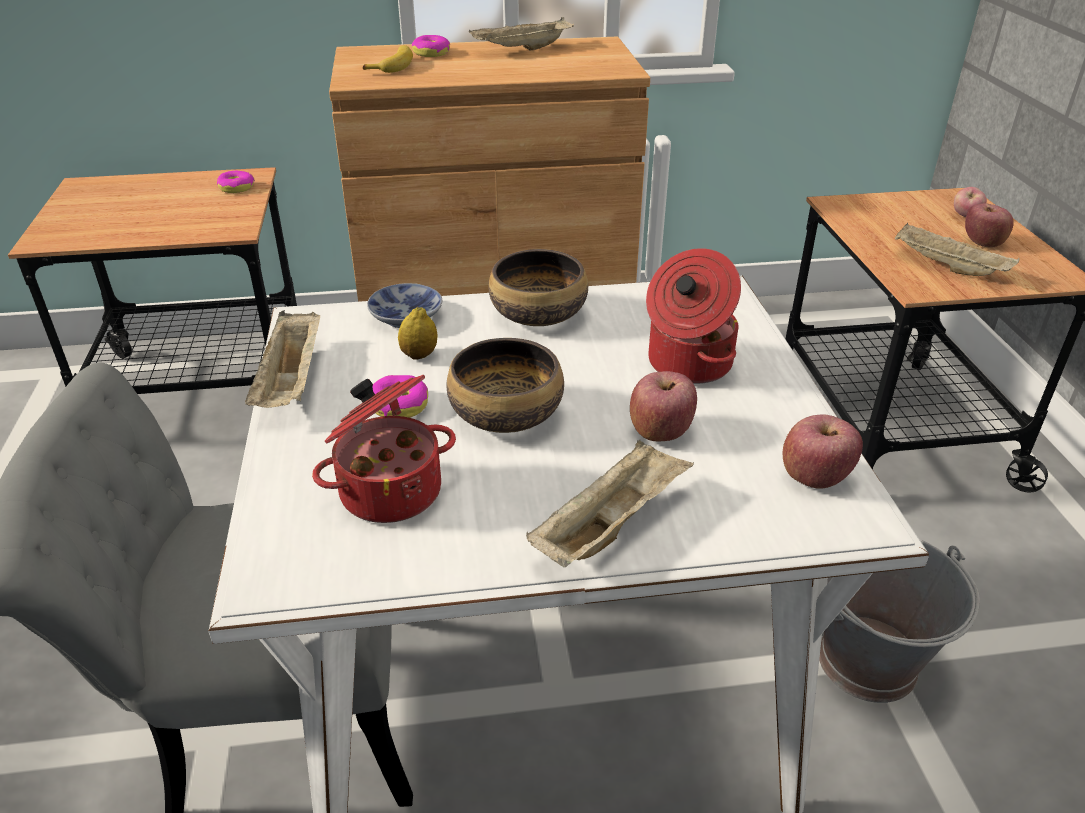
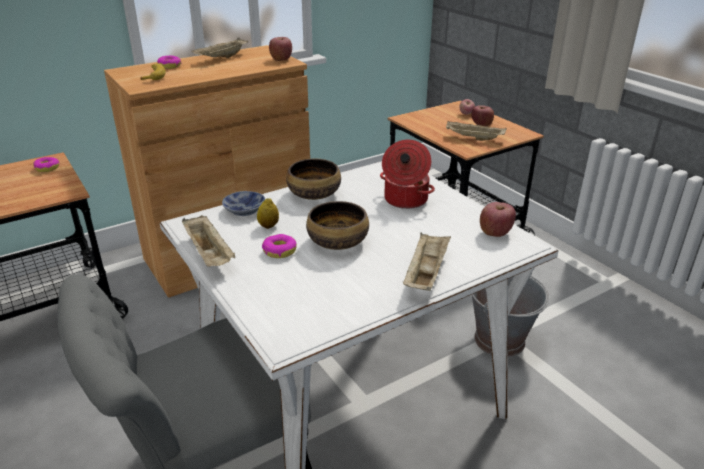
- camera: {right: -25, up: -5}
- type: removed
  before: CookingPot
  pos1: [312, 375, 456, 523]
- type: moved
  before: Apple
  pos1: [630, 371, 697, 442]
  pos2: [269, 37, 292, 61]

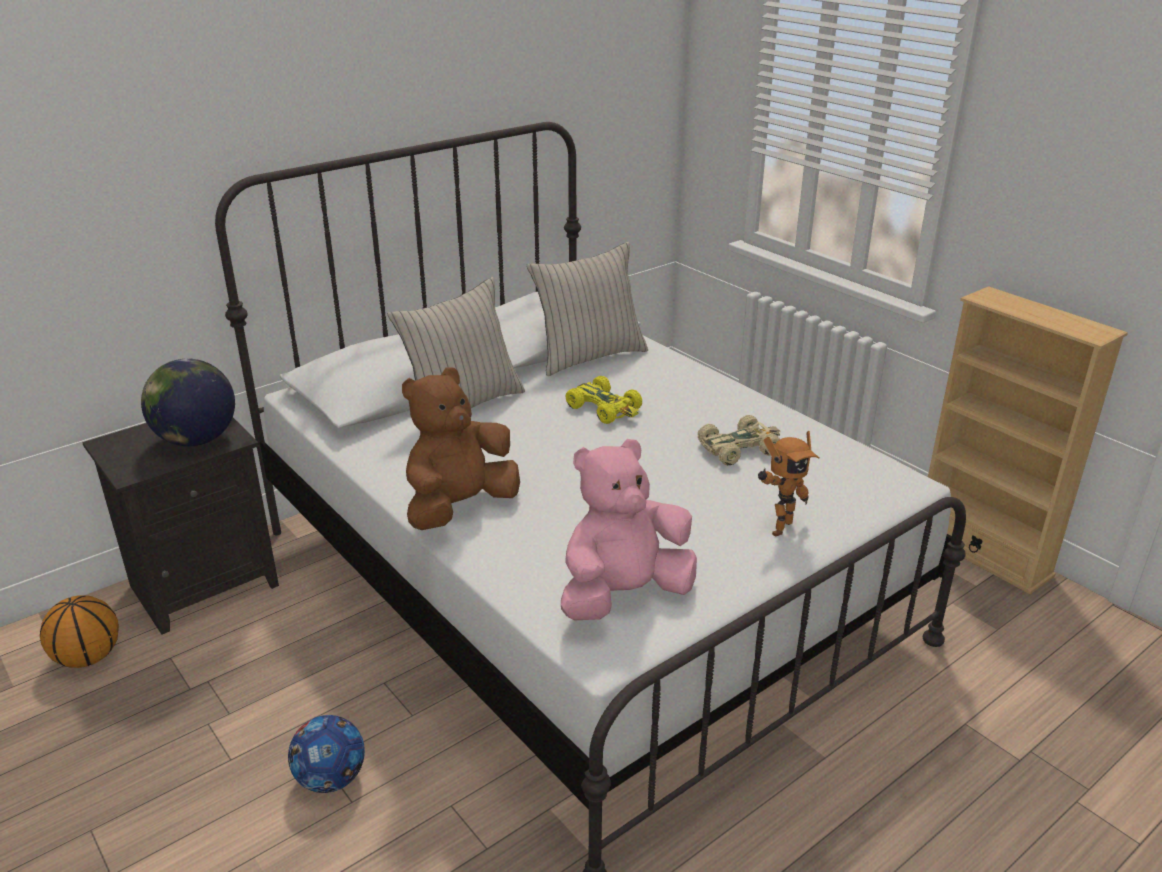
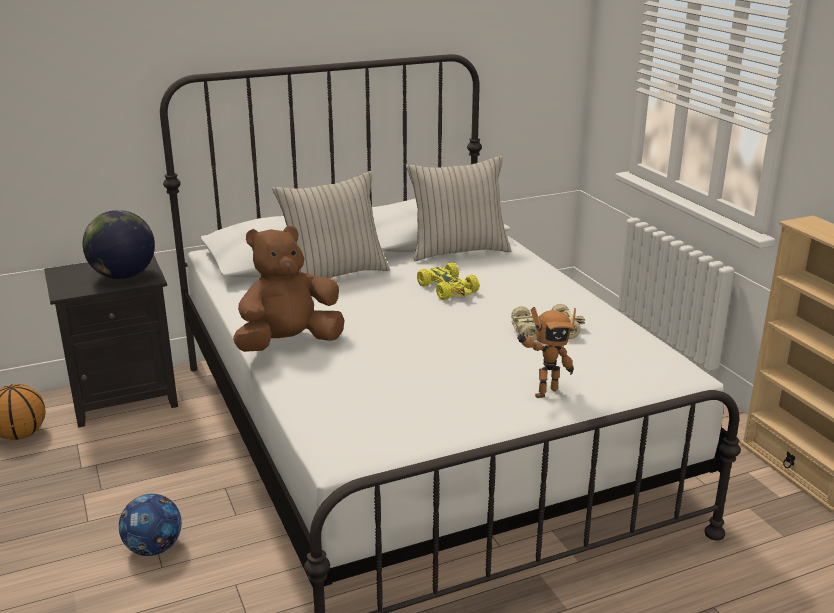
- camera: {right: 15, up: -5}
- type: removed
  before: PinkPlushToy
  pos1: [561, 439, 697, 620]

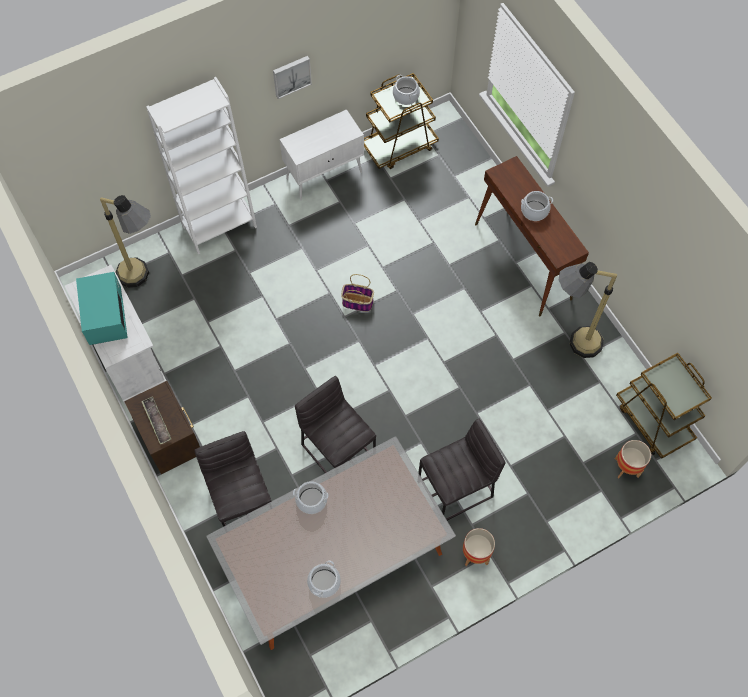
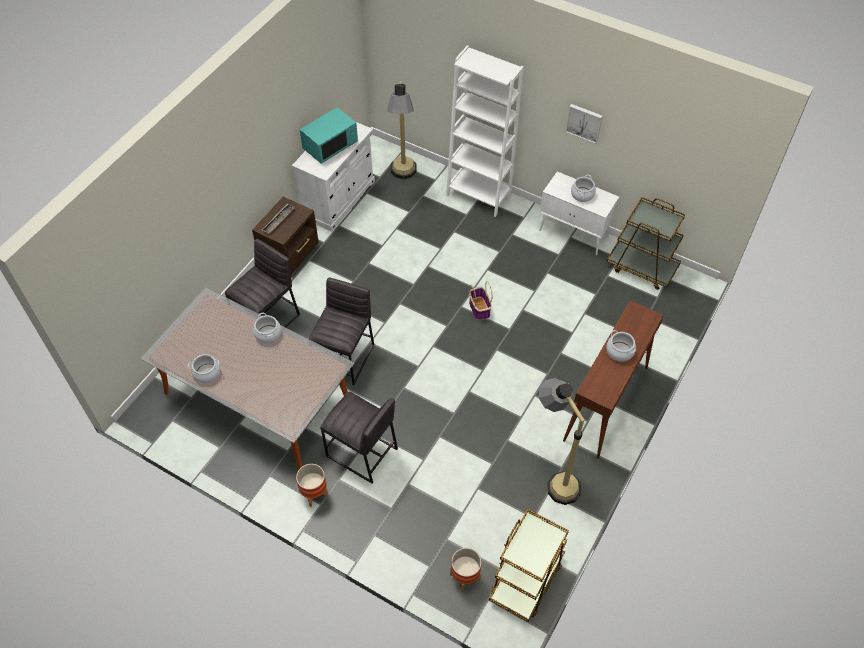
- camera: {right: 60, up: -10}
- type: moved
  before: CookingPot
  pos1: [393, 75, 420, 105]
  pos2: [571, 175, 596, 202]

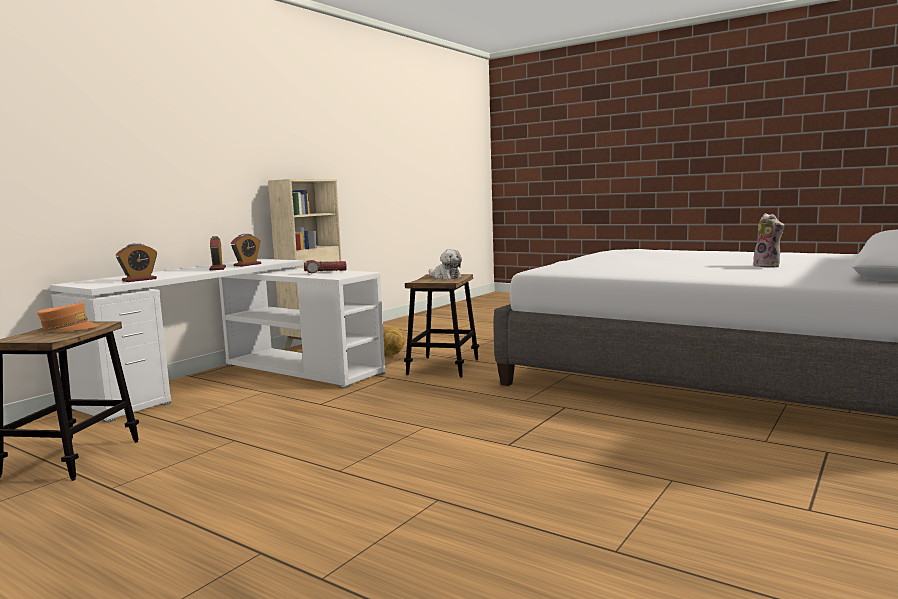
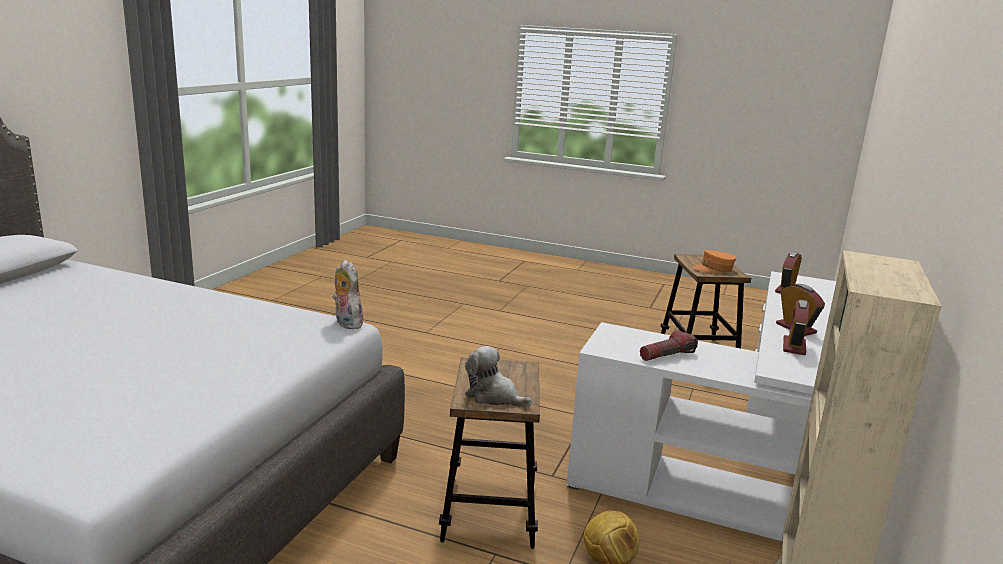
- camera: {right: 165, up: 10}
- type: moved
  before: PlushToy
  pos1: [753, 213, 785, 268]
  pos2: [332, 260, 363, 329]

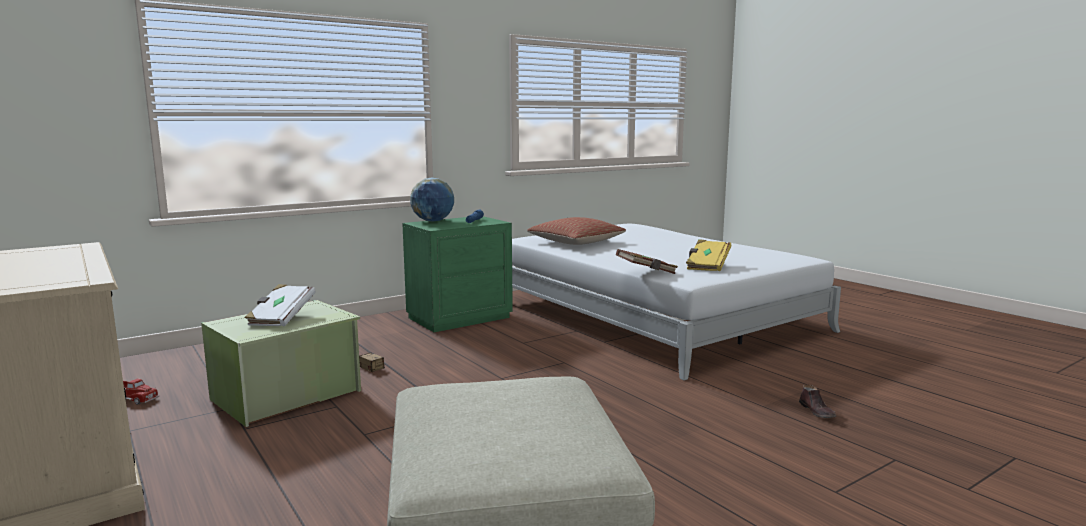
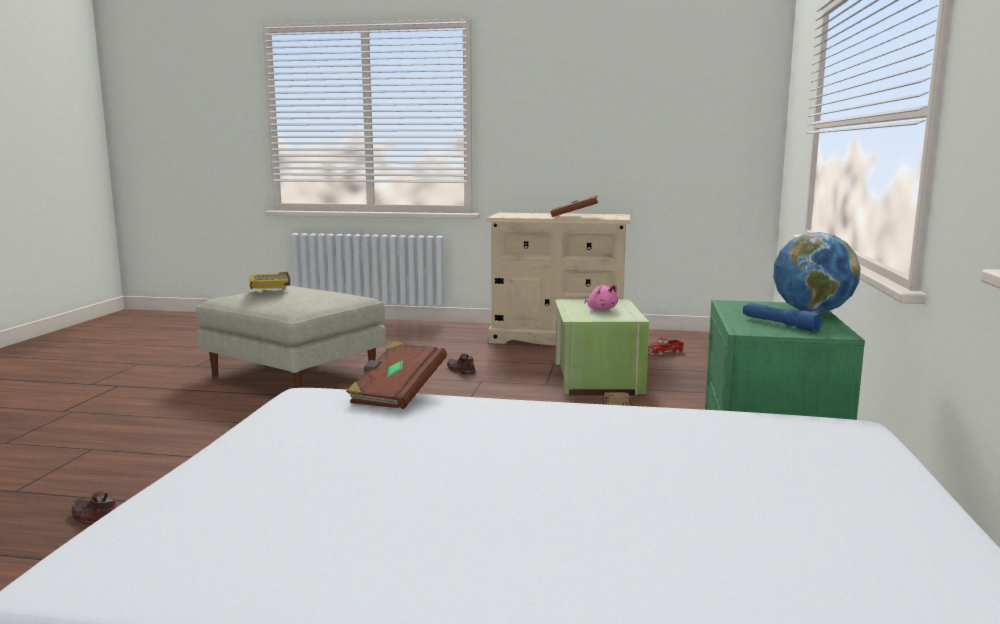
- camera: {right: 135, up: 0}
- type: replaced
  before: WhiteBook
  after: PinkPlushToy
  pos1: [245, 284, 316, 327]
  pos2: [585, 284, 618, 310]
- type: removed
  before: Pillow
  pos1: [527, 217, 626, 245]
- type: moved
  before: YellowBook
  pos1: [686, 239, 731, 271]
  pos2: [249, 272, 290, 289]
- type: added
  after: BrownShoe
  pos2: [447, 354, 476, 375]
- type: added
  after: BrownBook
  pos2: [550, 195, 599, 217]

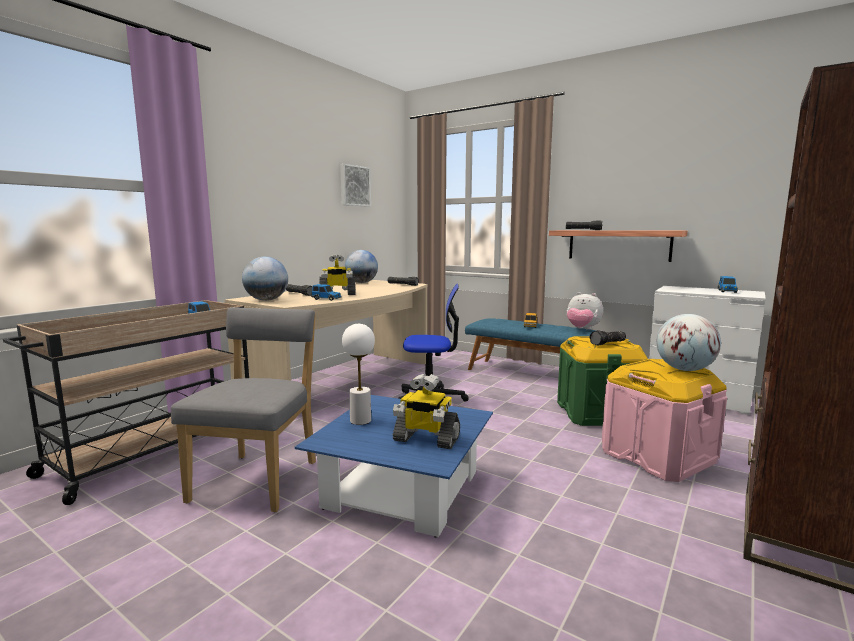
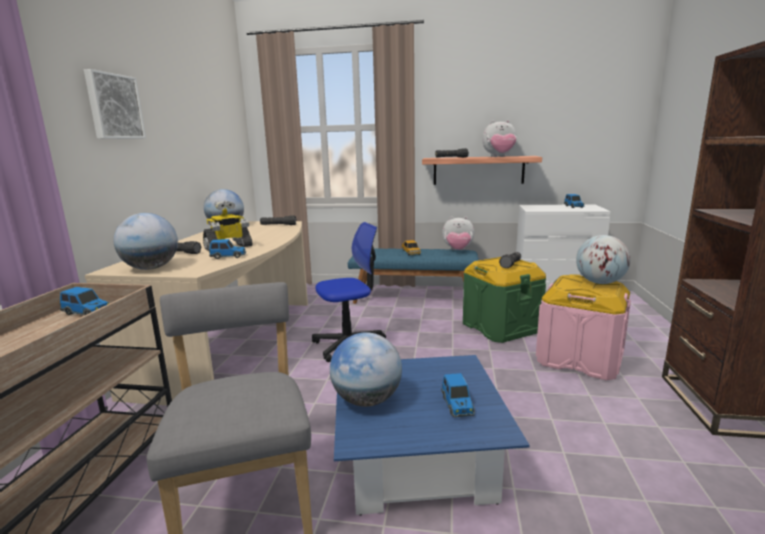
- camera: {right: -25, up: 5}
- type: moved
  before: Picture
  pos1: [340, 164, 371, 207]
  pos2: [84, 69, 146, 139]
- type: replaced
  before: WhiteTableLamp
  after: Globe
  pos1: [342, 324, 375, 425]
  pos2: [330, 332, 402, 407]
- type: replaced
  before: ToyRobot
  after: ToyCar
  pos1: [393, 374, 460, 449]
  pos2: [441, 373, 475, 417]
- type: added
  after: PlushToy
  pos2: [482, 120, 517, 157]

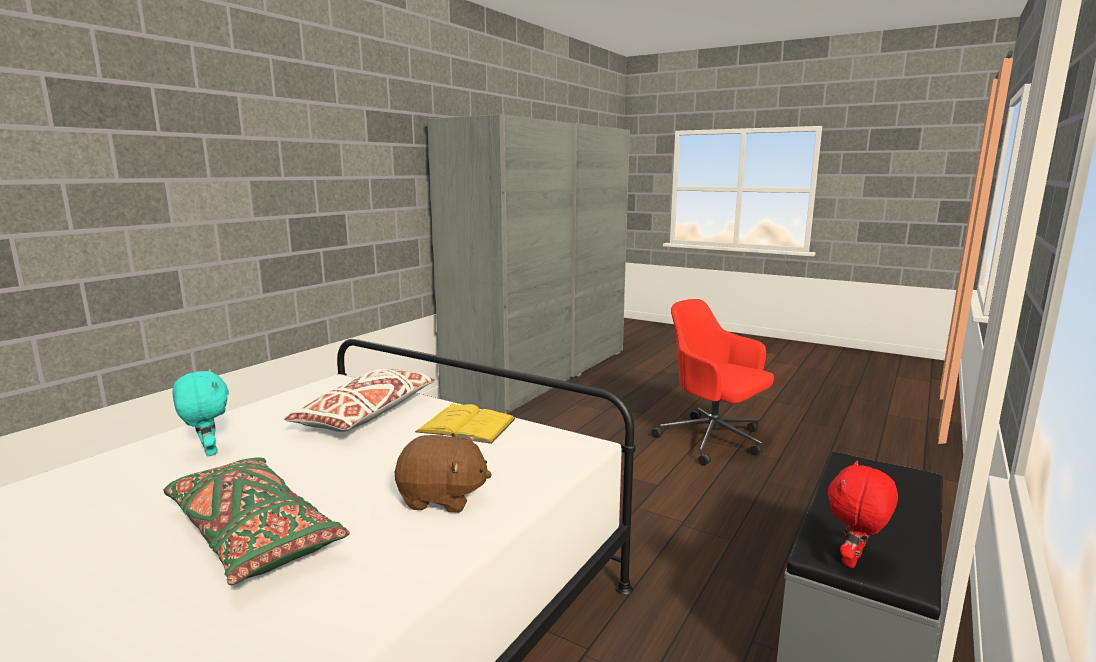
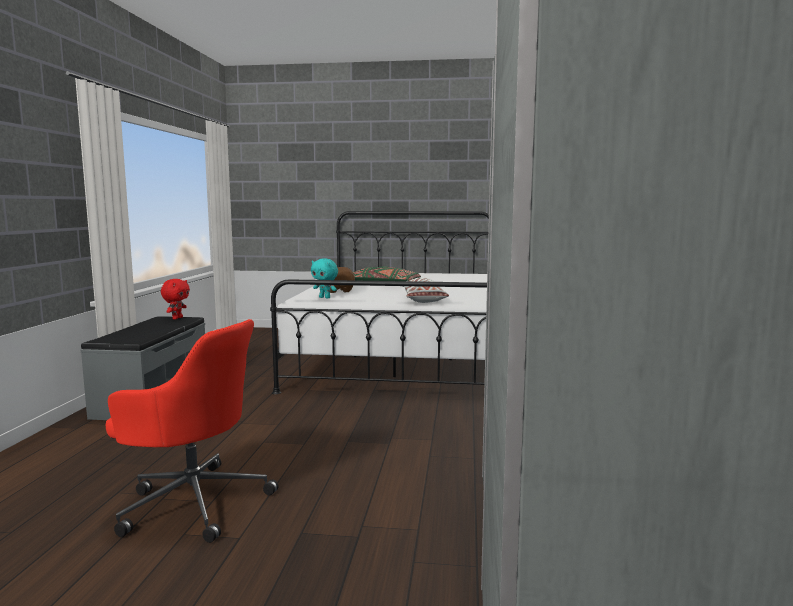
- camera: {right: 155, up: -5}
- type: moved
  before: TurquoisePlushToy
  pos1: [173, 369, 229, 456]
  pos2: [311, 258, 338, 299]
- type: removed
  before: YellowBook
  pos1: [415, 403, 516, 444]

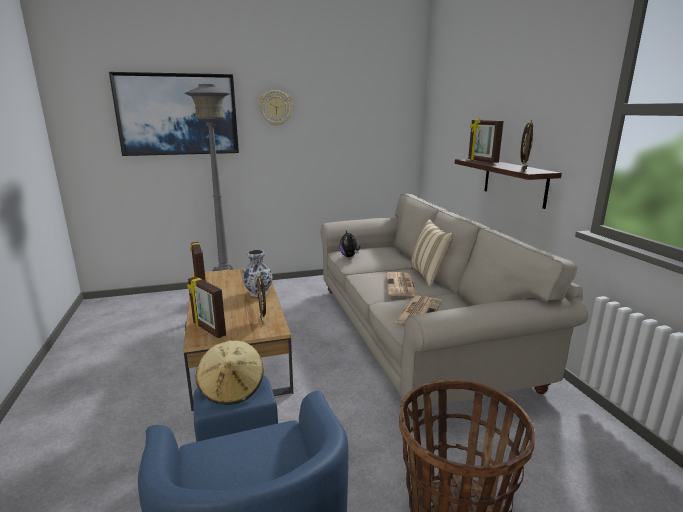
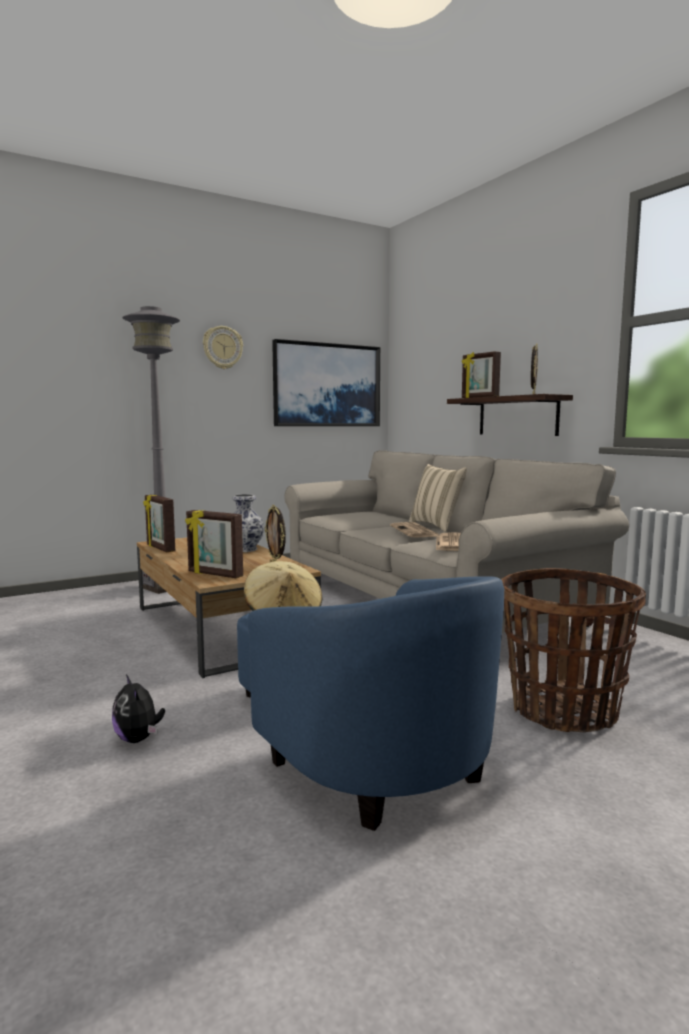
- camera: {right: -15, up: -10}
- type: moved
  before: Picture
  pos1: [109, 72, 239, 156]
  pos2: [272, 339, 380, 426]
- type: moved
  before: PlushToy
  pos1: [340, 230, 360, 257]
  pos2: [112, 675, 165, 743]

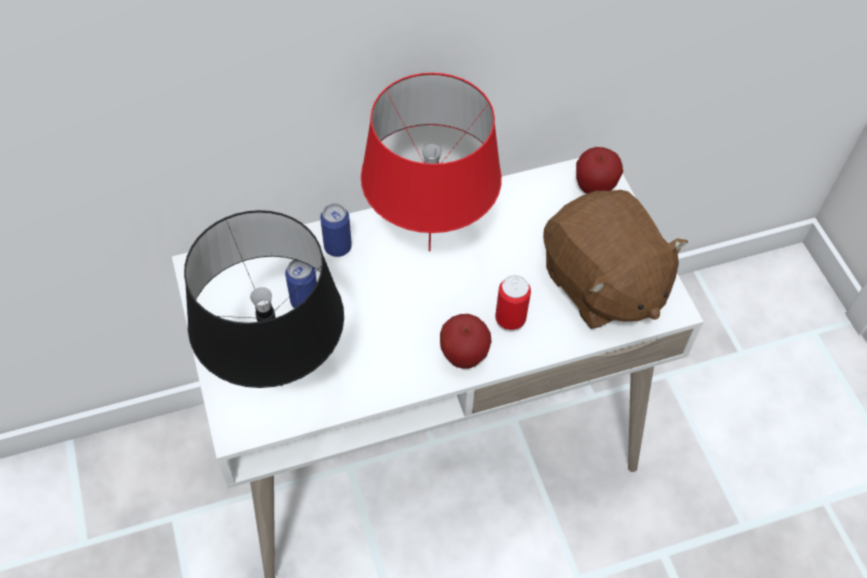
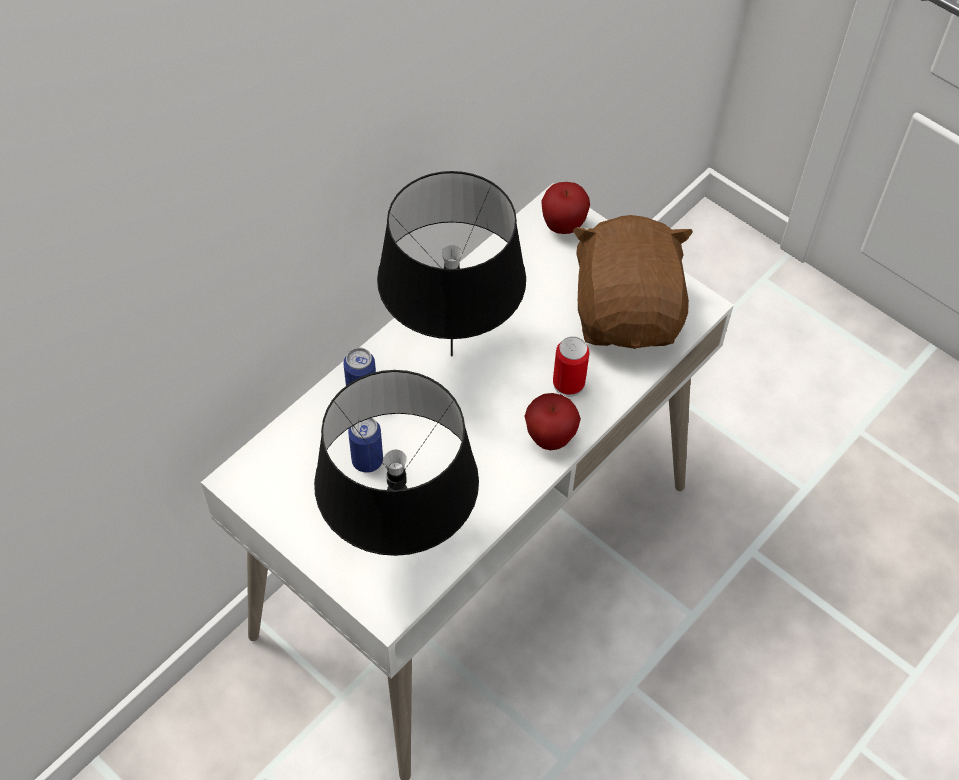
- camera: {right: -30, up: 0}
- type: recoloured
  before: RedTableLamp
  after: BlackTableLamp
  pos1: [361, 73, 502, 252]
  pos2: [377, 171, 526, 357]
- type: turned
  before: BrownPlushToy
  pos1: [543, 190, 688, 329]
  pos2: [573, 215, 693, 349]
  turn: -120

